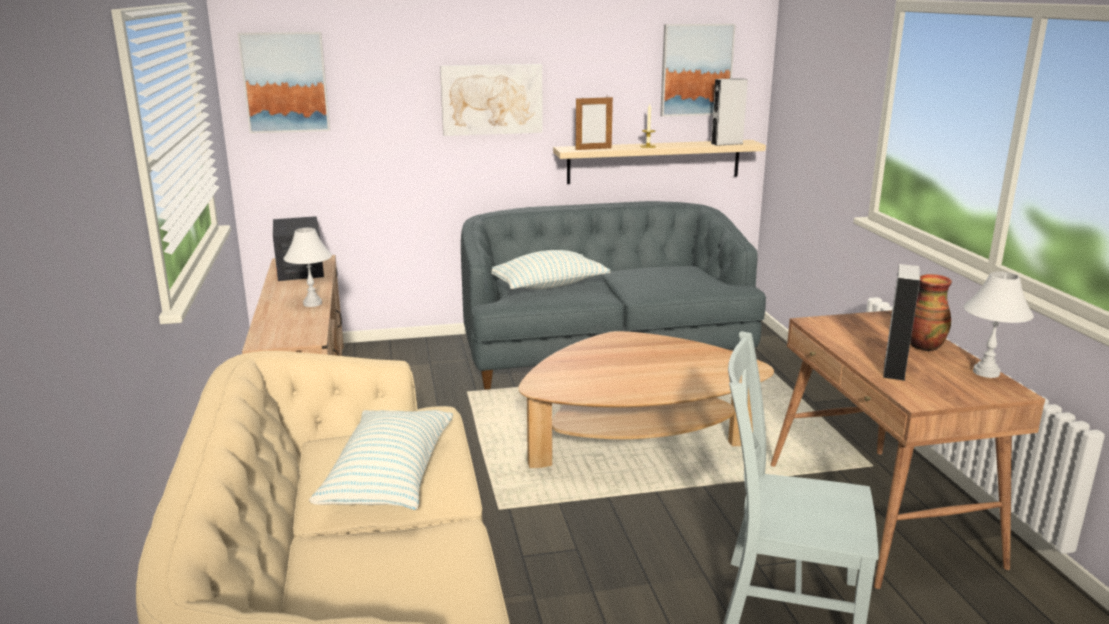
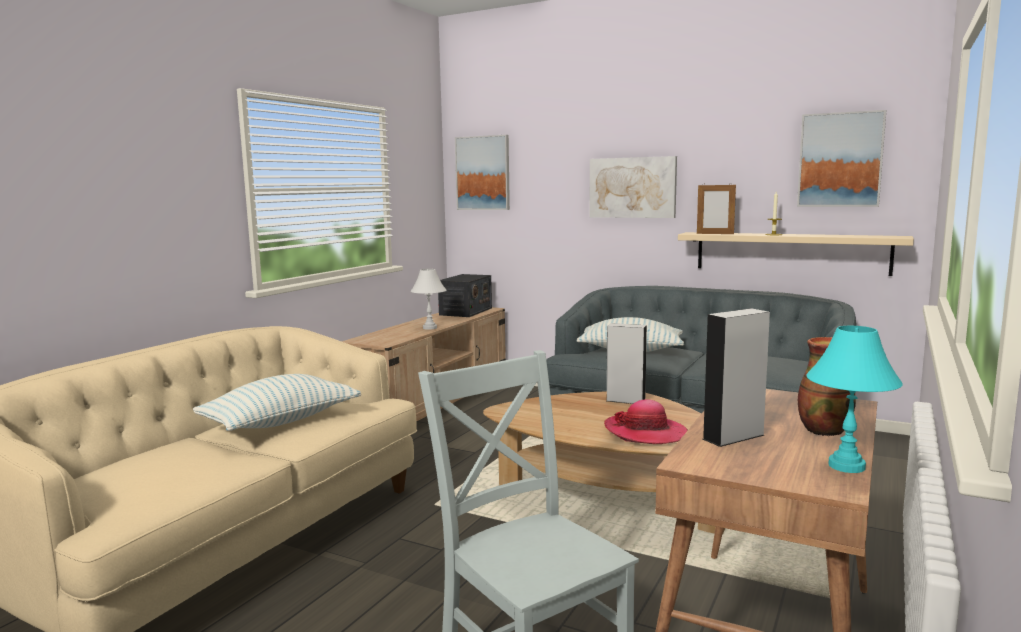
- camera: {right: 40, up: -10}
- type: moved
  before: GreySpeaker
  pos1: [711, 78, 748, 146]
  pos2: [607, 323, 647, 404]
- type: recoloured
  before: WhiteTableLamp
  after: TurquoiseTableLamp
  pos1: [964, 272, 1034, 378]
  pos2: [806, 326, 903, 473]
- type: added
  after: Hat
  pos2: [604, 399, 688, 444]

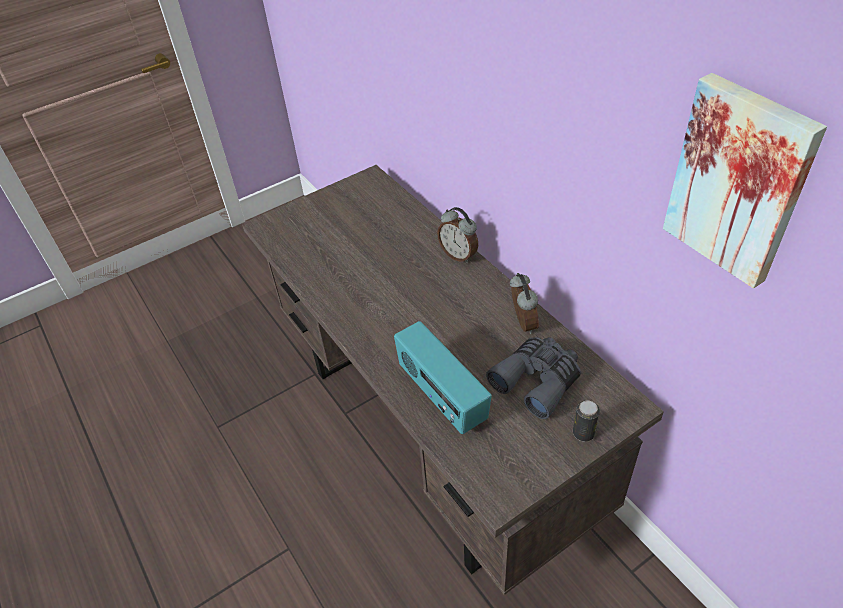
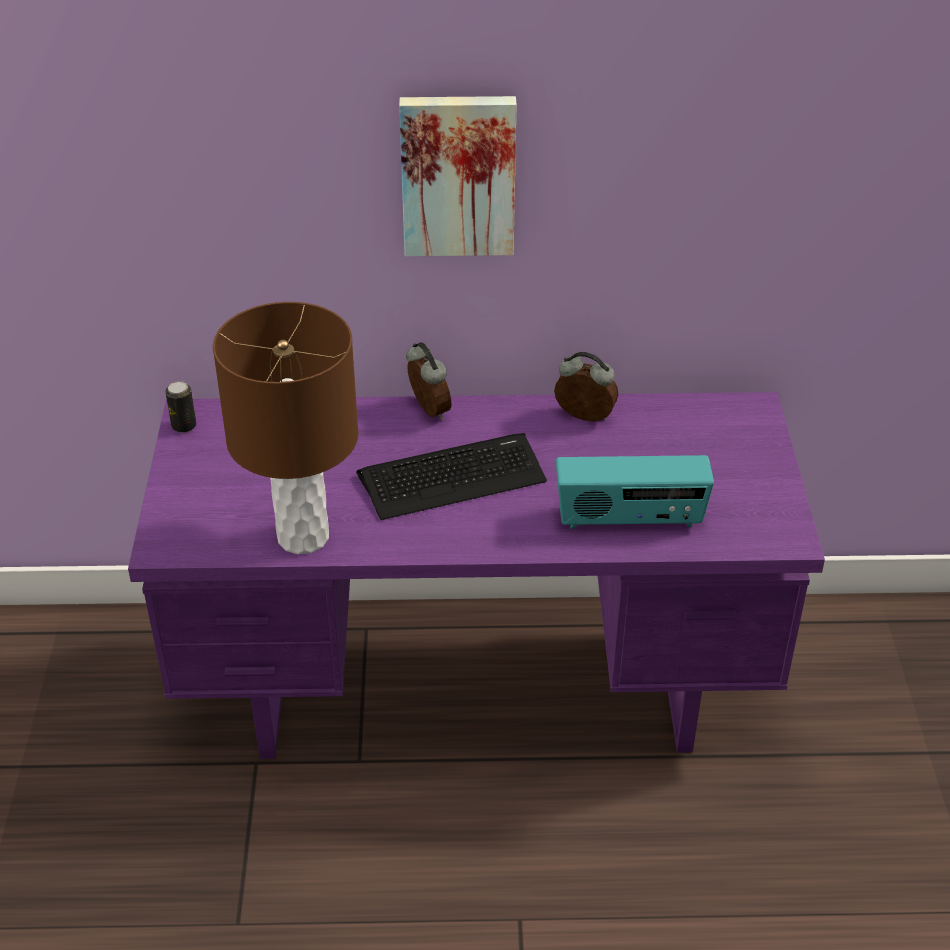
- camera: {right: -60, up: -5}
- type: recoloured
  before: BrownDesk
  after: PurpleDesk
  pos1: [242, 165, 664, 595]
  pos2: [128, 392, 825, 759]
- type: turned
  before: AlarmClock
  pos1: [437, 207, 478, 263]
  pos2: [406, 342, 451, 420]
  turn: -105
- type: removed
  before: GreyBinoculars
  pos1: [486, 337, 581, 419]
- type: moved
  before: Can
  pos1: [573, 400, 600, 441]
  pos2: [165, 381, 196, 433]
- type: moved
  before: Picture
  pos1: [663, 73, 827, 288]
  pos2: [399, 96, 517, 256]
- type: added
  after: BrownTableLamp
  pos2: [213, 302, 359, 555]
- type: added
  after: Keyboard
  pos2: [356, 433, 547, 520]

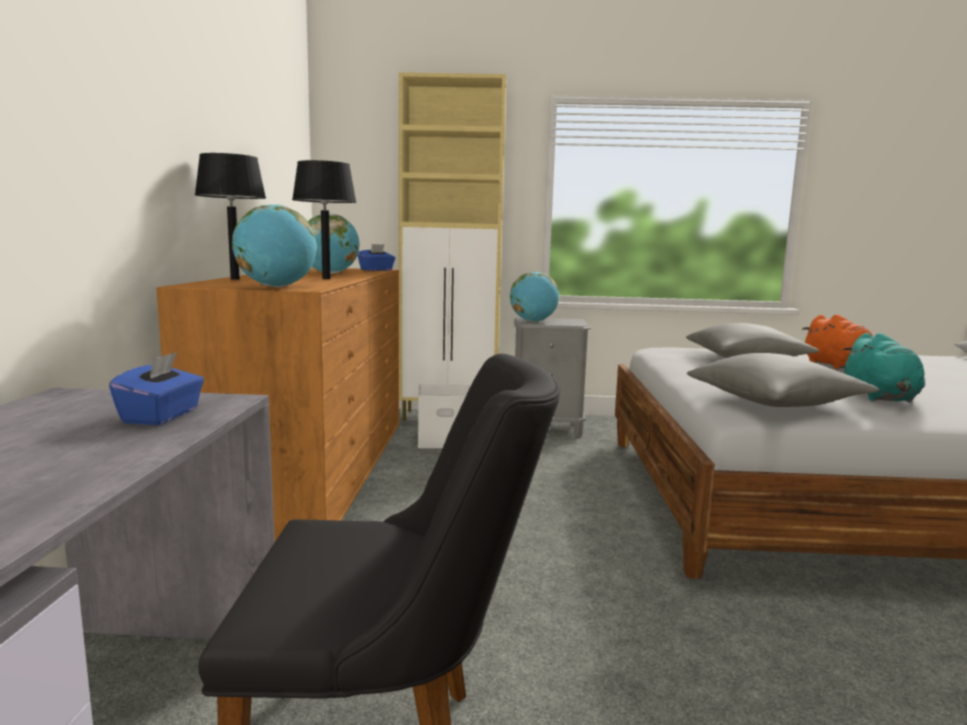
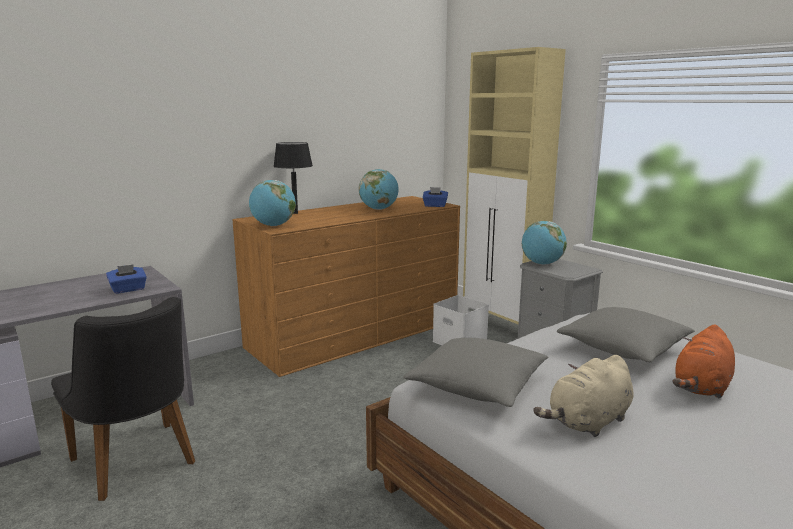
- camera: {right: 50, up: 5}
- type: removed
  before: BlackTableLamp
  pos1: [292, 160, 356, 279]
- type: recoloured
  before: TurquoisePlushToy
  after: BeigePlushToy
  pos1: [843, 333, 925, 403]
  pos2: [533, 355, 633, 437]

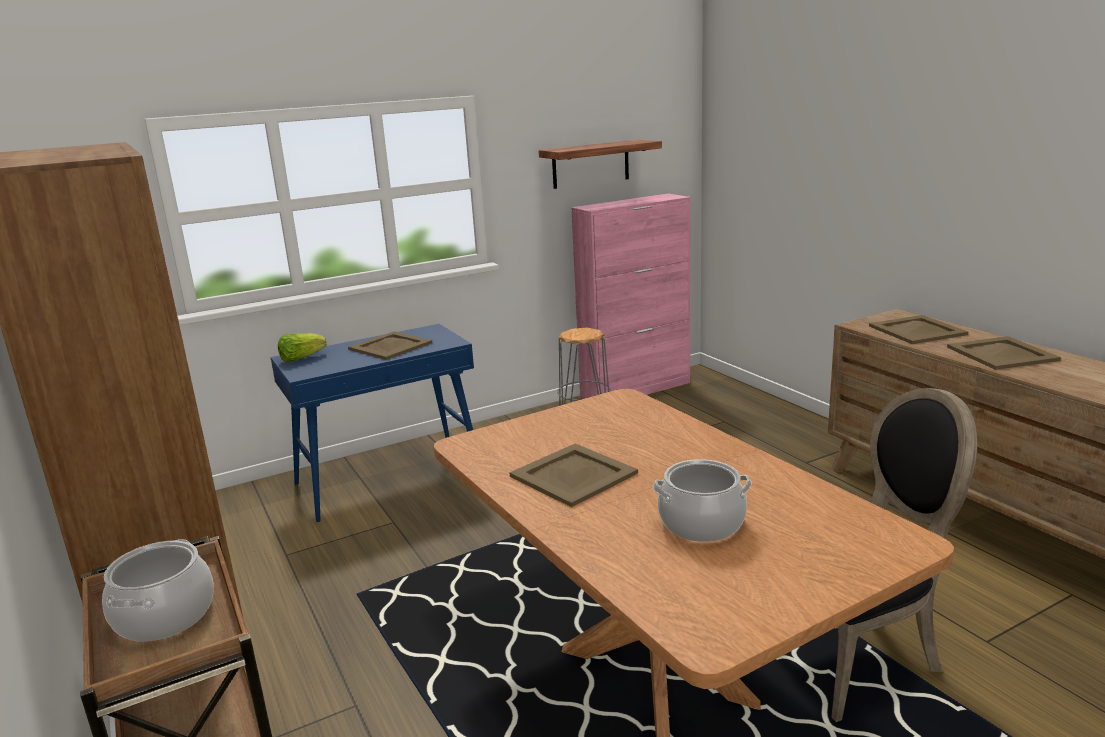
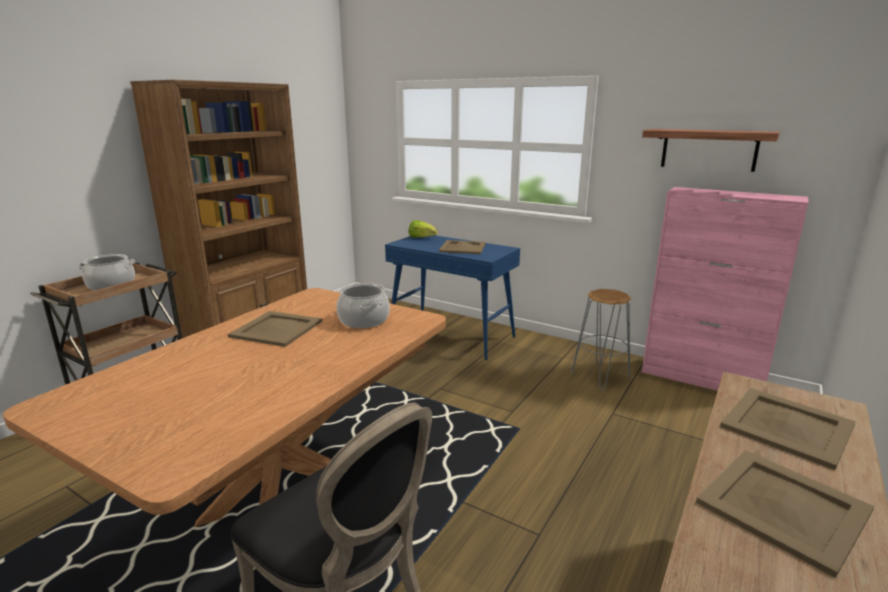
- camera: {right: 60, up: 0}
- type: moved
  before: CookingPot
  pos1: [653, 459, 752, 542]
  pos2: [336, 283, 390, 328]

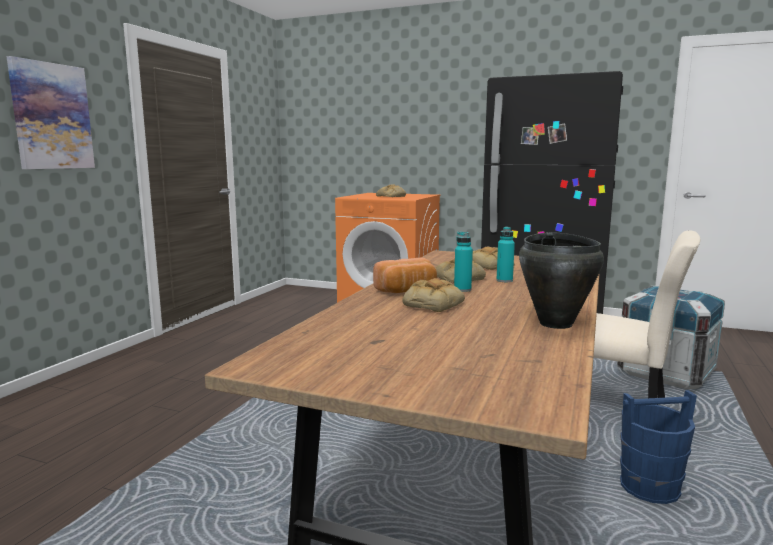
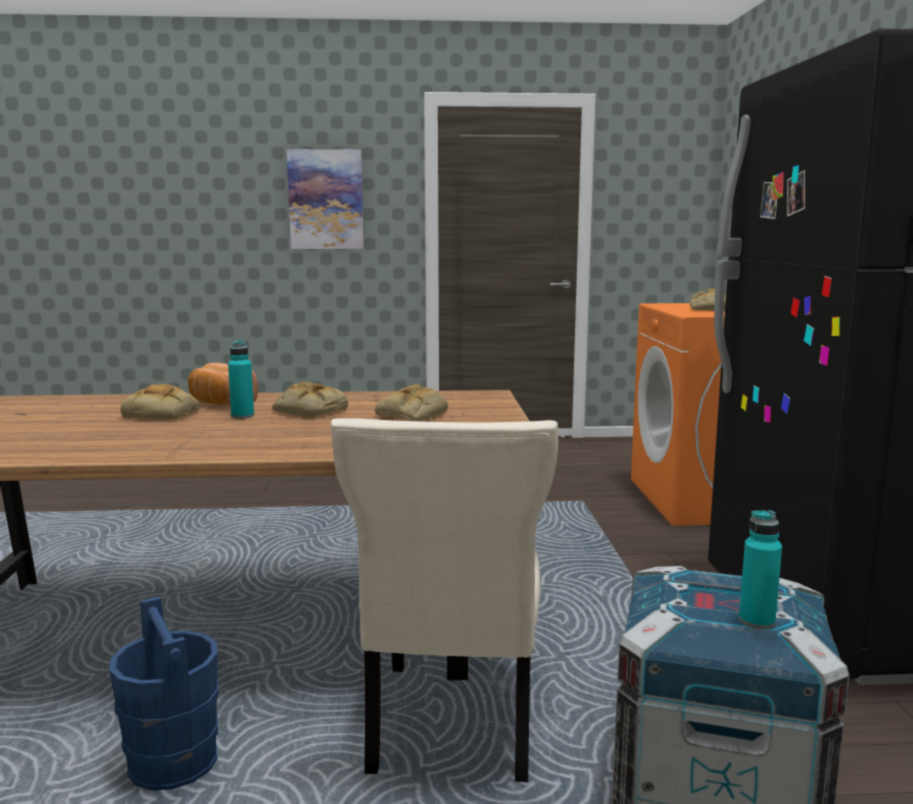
- camera: {right: 65, up: 0}
- type: moved
  before: TurquoiseBottle
  pos1: [496, 227, 515, 282]
  pos2: [739, 510, 782, 630]
- type: removed
  before: BlackCookingPot
  pos1: [519, 232, 604, 329]

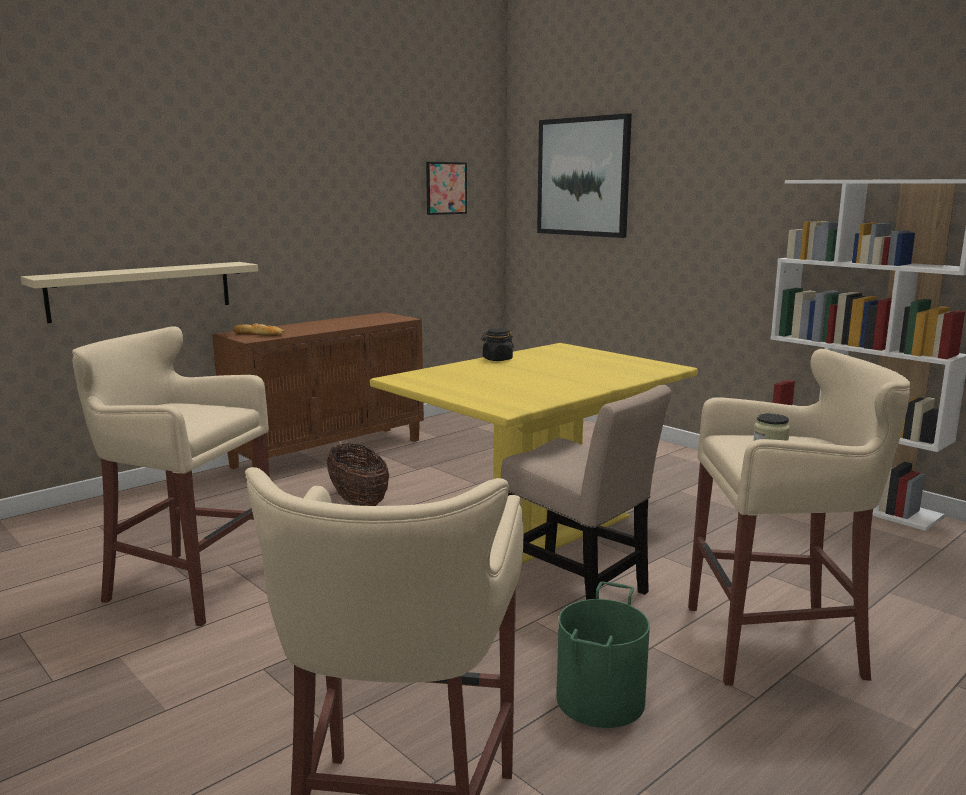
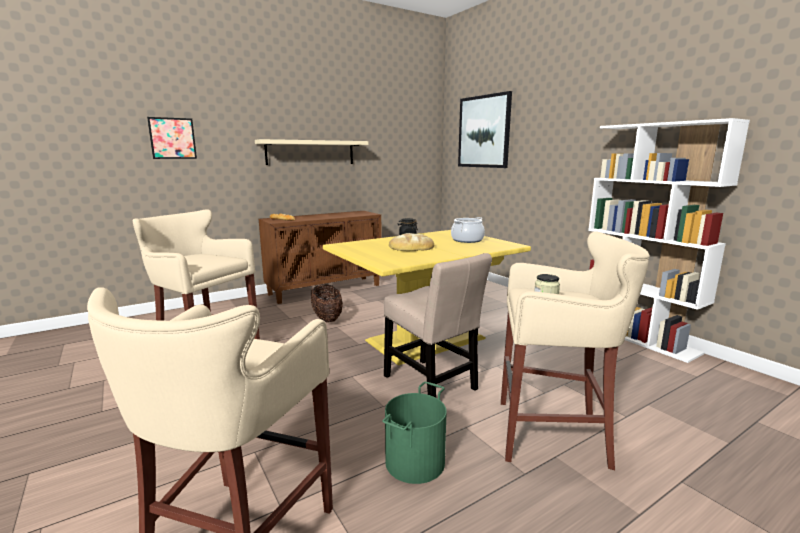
- camera: {right: 10, up: 0}
- type: moved
  before: BeigeShelf
  pos1: [21, 262, 258, 323]
  pos2: [255, 139, 368, 165]
- type: moved
  before: Picture
  pos1: [426, 162, 467, 215]
  pos2: [147, 117, 197, 159]
- type: added
  after: Bread
  pos2: [389, 233, 434, 251]
- type: added
  after: CookingPot
  pos2: [451, 217, 485, 243]

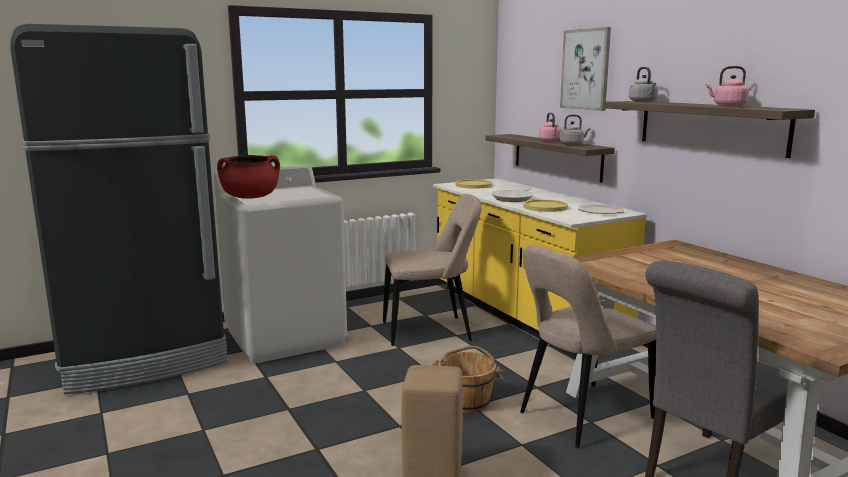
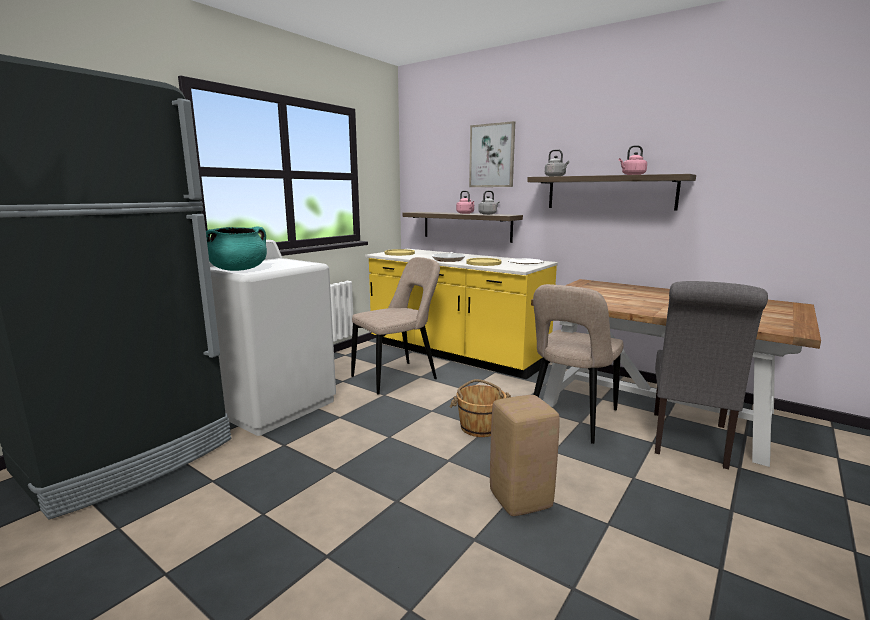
- camera: {right: -25, up: 0}
- type: recoloured
  before: RedCookingPot
  after: TurquoiseCookingPot
  pos1: [217, 155, 280, 199]
  pos2: [206, 227, 267, 271]

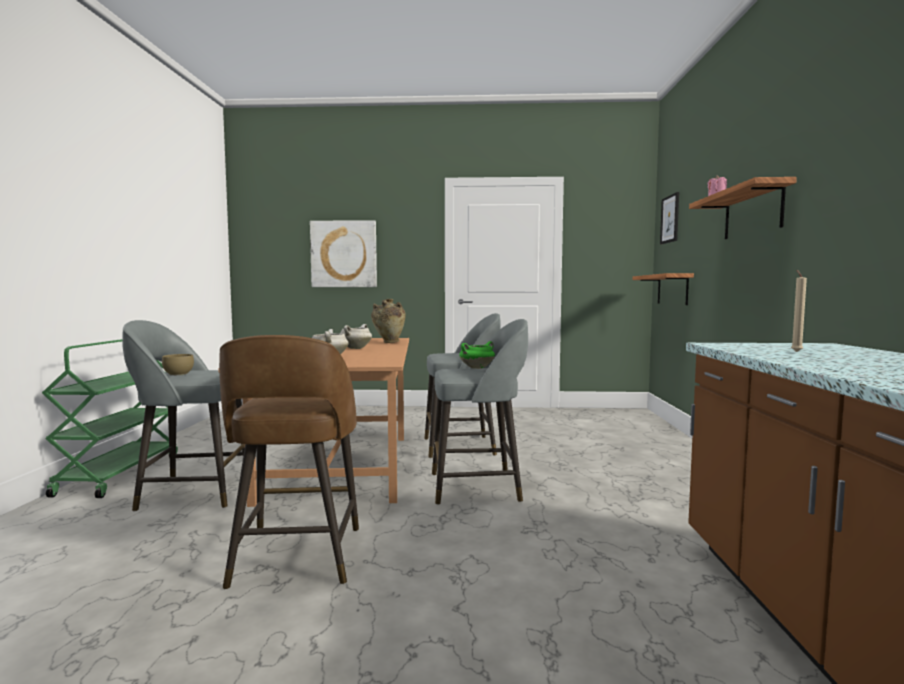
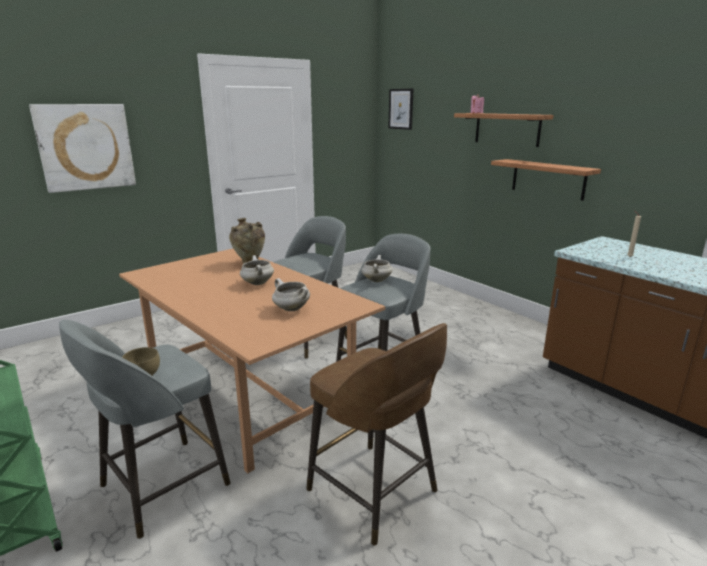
- camera: {right: -40, up: 15}
- type: recoloured
  before: GreenCookingPot
  after: WhiteCookingPot
  pos1: [459, 341, 495, 369]
  pos2: [361, 255, 392, 282]
- type: moved
  before: Shelf
  pos1: [632, 273, 694, 305]
  pos2: [491, 159, 601, 201]

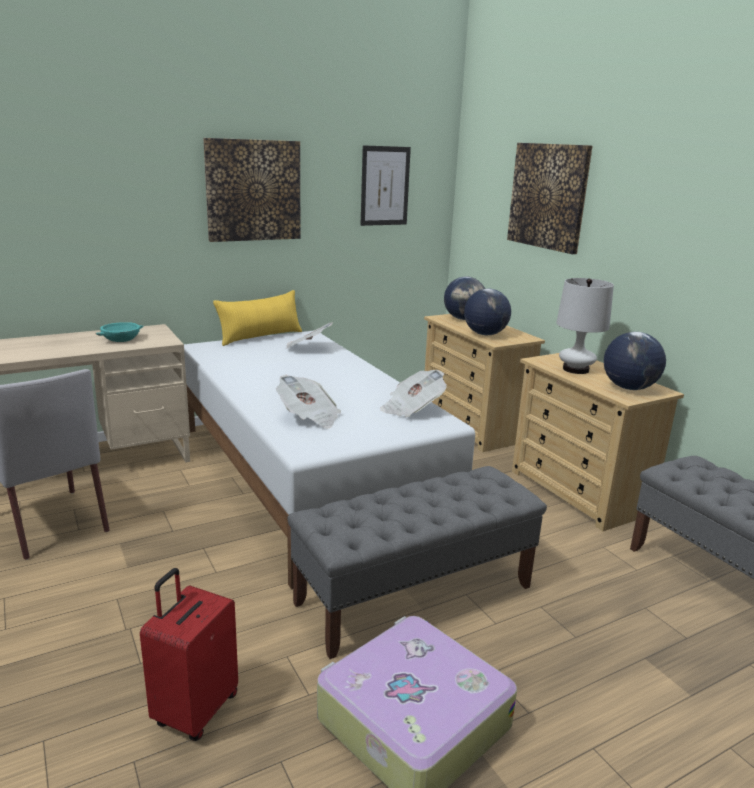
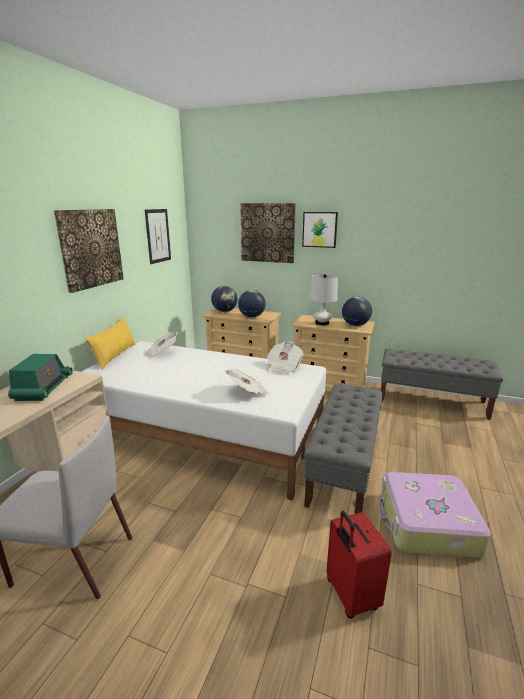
- camera: {right: -40, up: 0}
- type: replaced
  before: TurquoiseBowl
  after: Radio
  pos1: [95, 322, 144, 342]
  pos2: [8, 354, 73, 401]
- type: added
  after: Picture
  pos2: [302, 212, 338, 248]

